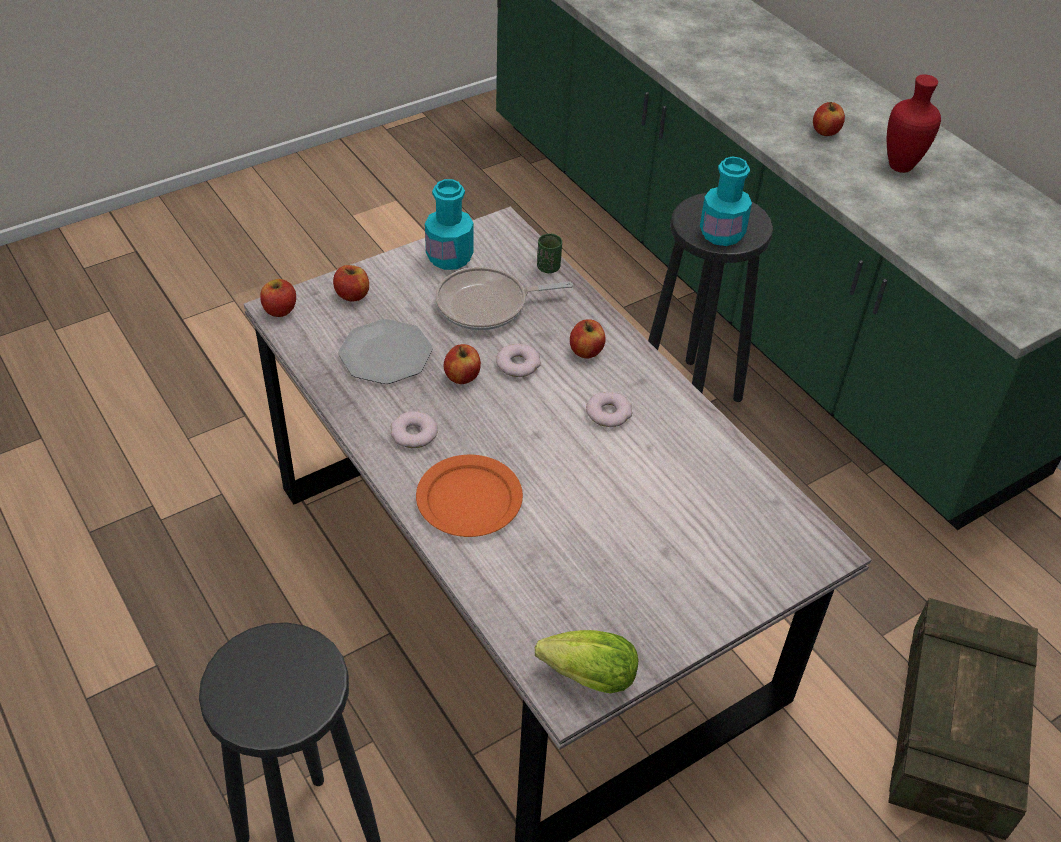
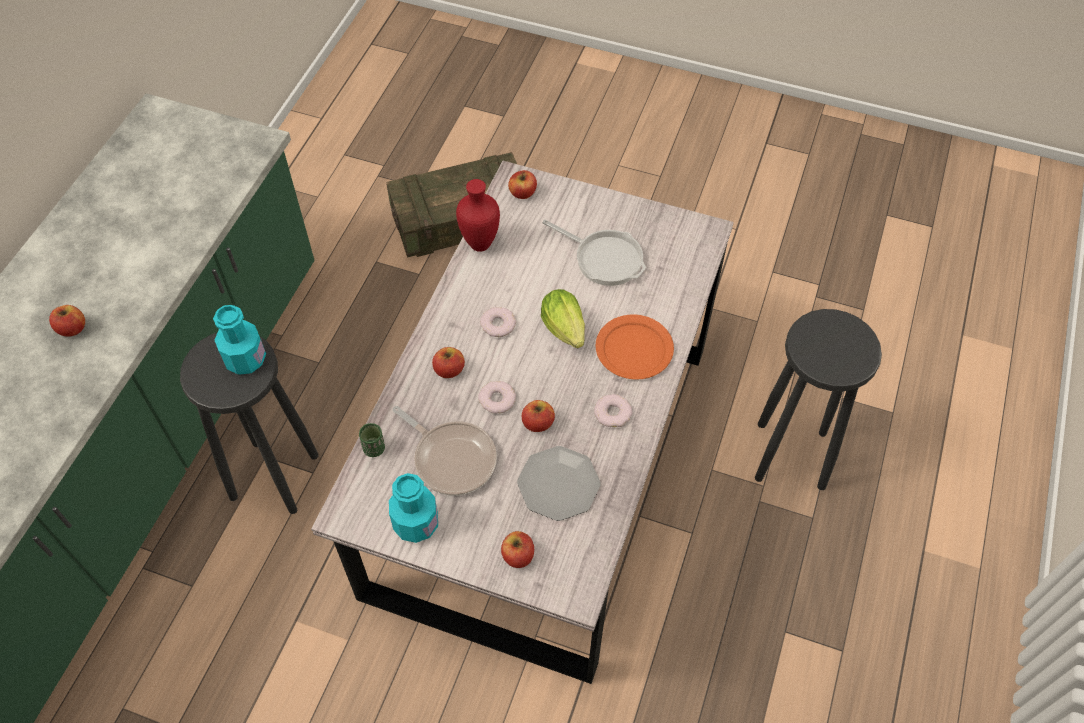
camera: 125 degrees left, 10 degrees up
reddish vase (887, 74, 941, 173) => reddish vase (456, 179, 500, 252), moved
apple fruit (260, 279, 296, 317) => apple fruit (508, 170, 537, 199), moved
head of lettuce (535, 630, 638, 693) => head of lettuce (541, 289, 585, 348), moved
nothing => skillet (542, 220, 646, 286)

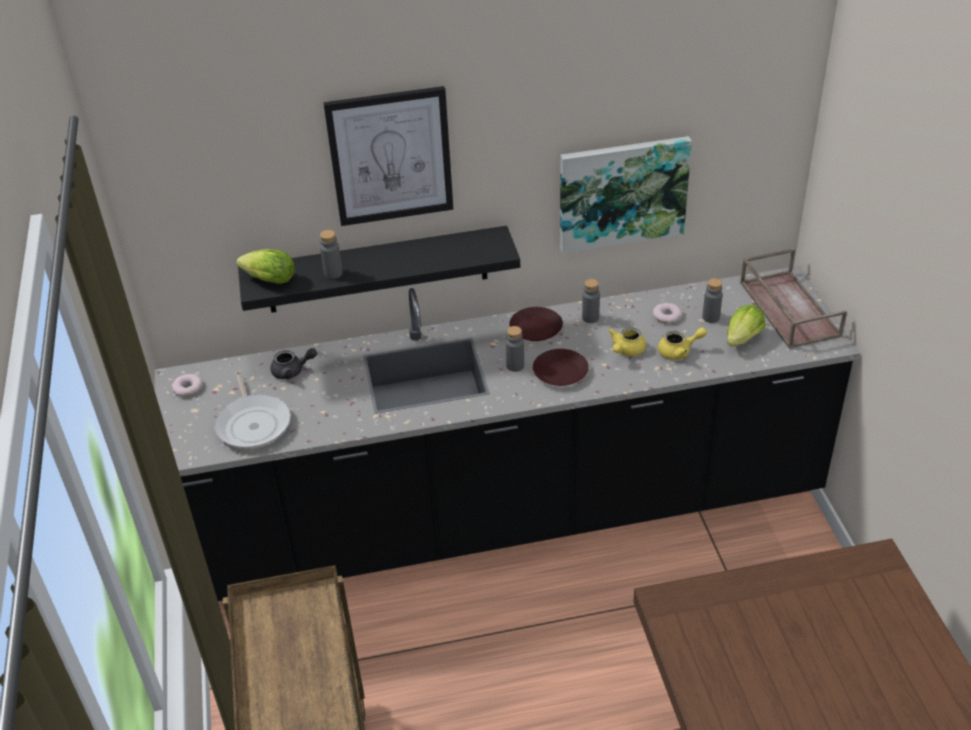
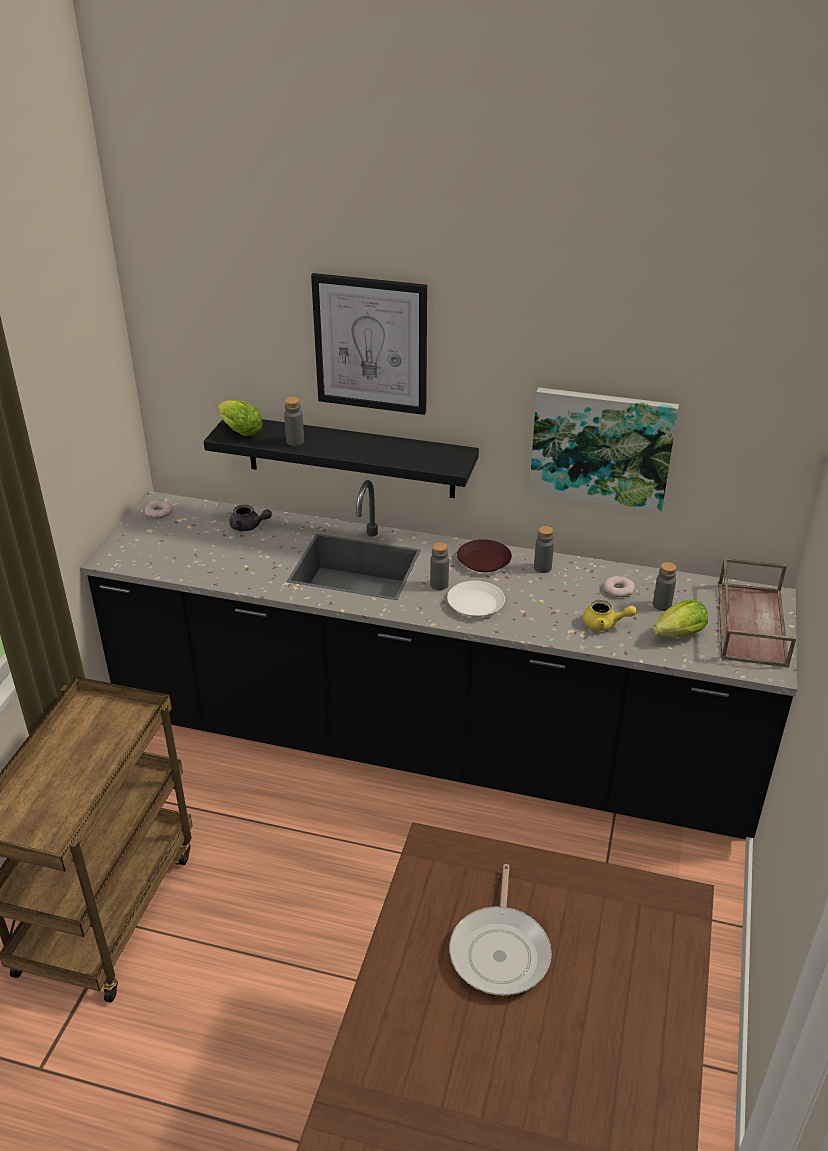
camera: 25 degrees right, 5 degrees down
yellow pot for tea (608, 327, 646, 356) => nothing
brown flat dish (533, 349, 589, 386) => whitish flat dish (447, 581, 505, 617)
skillet (214, 371, 291, 448) => skillet (449, 864, 552, 995), moved

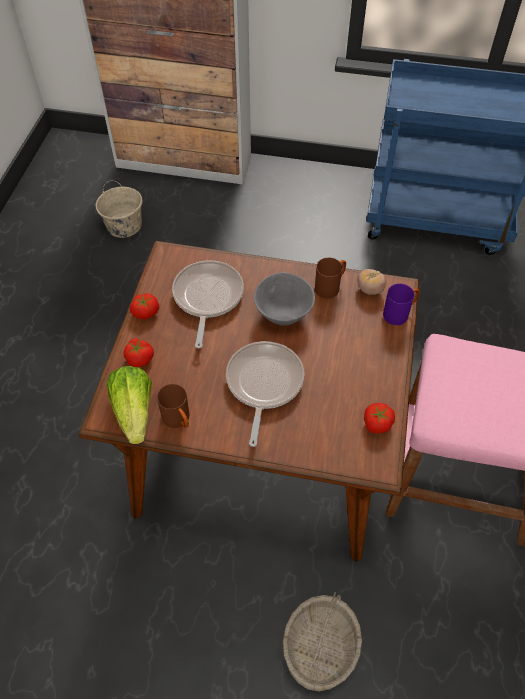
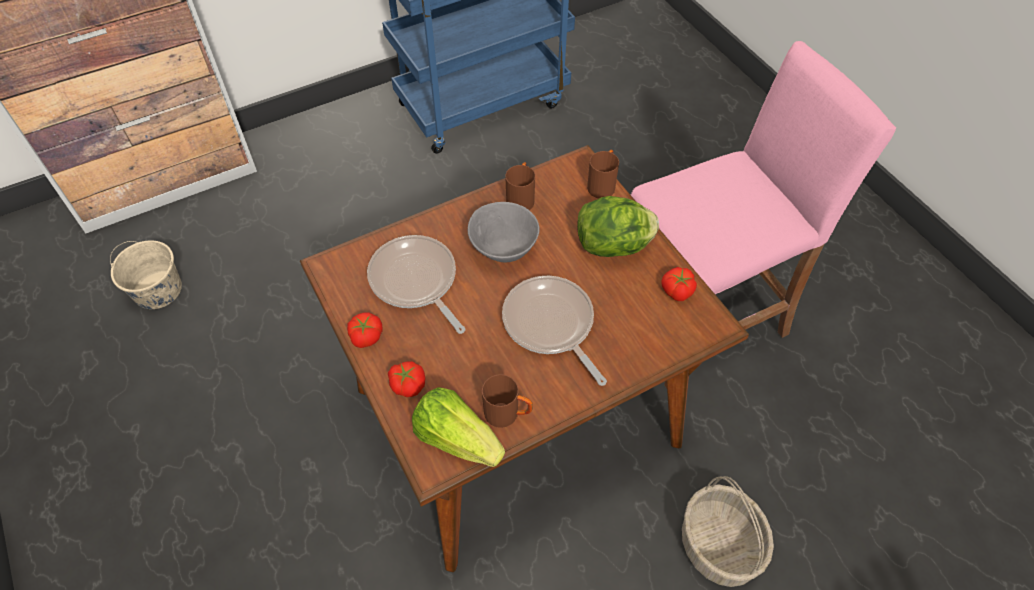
camera: 40 degrees left, 0 degrees up
whole tomato (357, 269, 386, 295) => nothing
purple coffee mug (383, 283, 420, 325) => brown coffee mug (587, 150, 619, 198)
nothing => head of lettuce (577, 196, 659, 257)

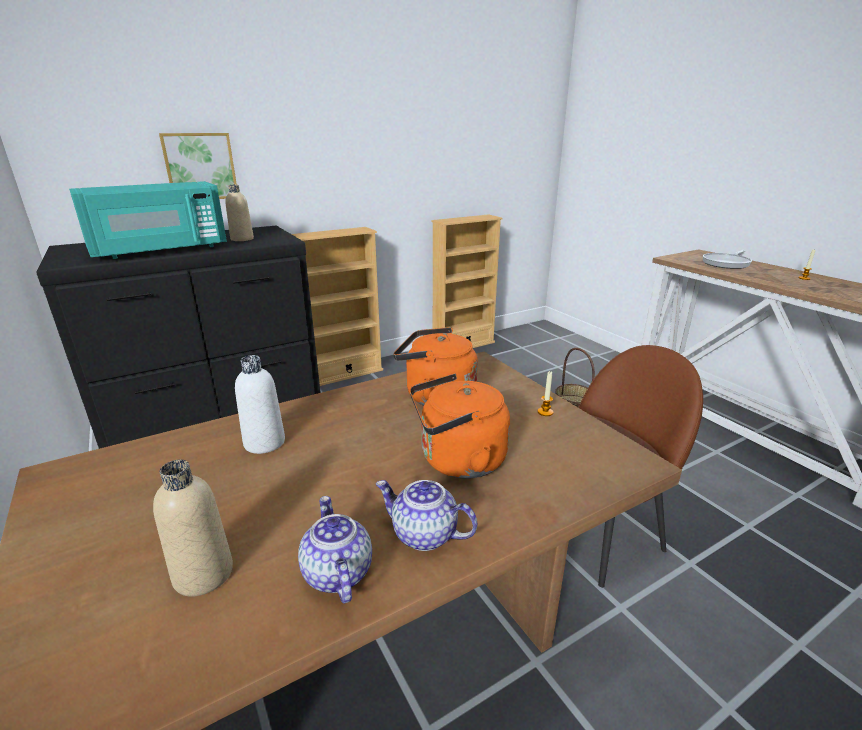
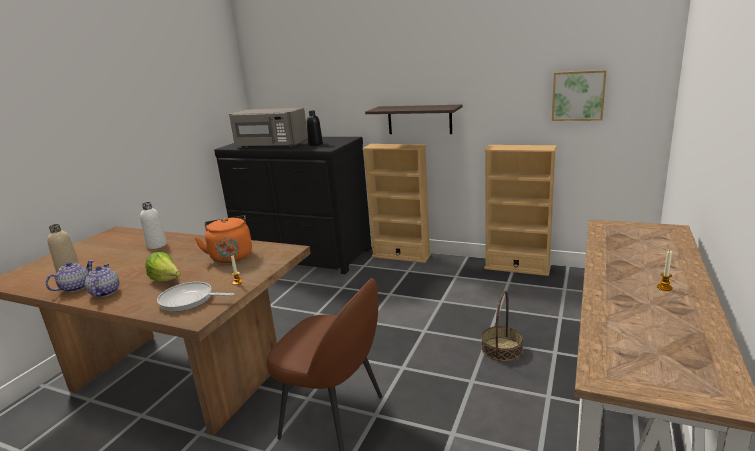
camera: 55 degrees right, 5 degrees down
picture (159, 133, 237, 199) => picture (552, 70, 607, 121), moved
turquoise kitchen microwave (69, 181, 227, 259) => gray kitchen microwave (229, 108, 308, 148)
sand-coloured beverage bottle (225, 185, 254, 241) => black beverage bottle (307, 111, 323, 146)
skillet (703, 250, 752, 269) => skillet (157, 282, 234, 312), moved
orangey water kettle (410, 373, 510, 479) => head of lettuce (145, 252, 181, 281)
nothing => bracket shelf (365, 105, 463, 134)

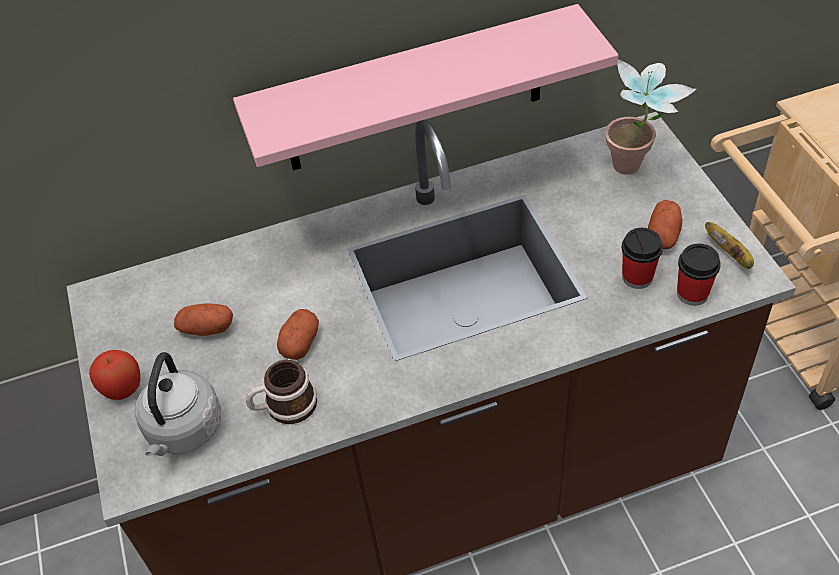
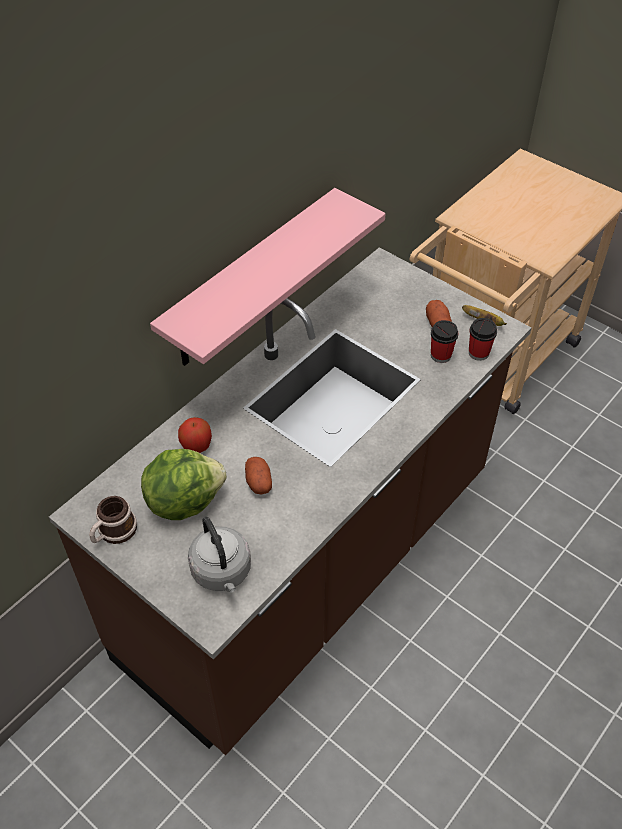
camera: 35 degrees left, 0 degrees up
potted plant (605, 59, 696, 175) => nothing
spud (174, 304, 233, 336) => head of lettuce (141, 449, 227, 520)
apple fruit (89, 350, 140, 400) => apple fruit (178, 417, 212, 453), moved
coffee mug (245, 360, 317, 424) => coffee mug (89, 496, 137, 544), moved

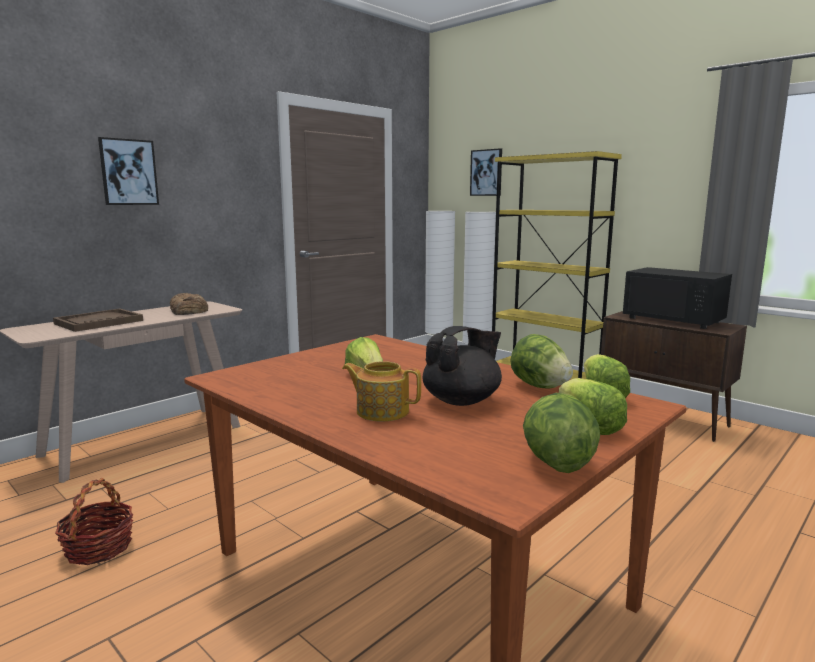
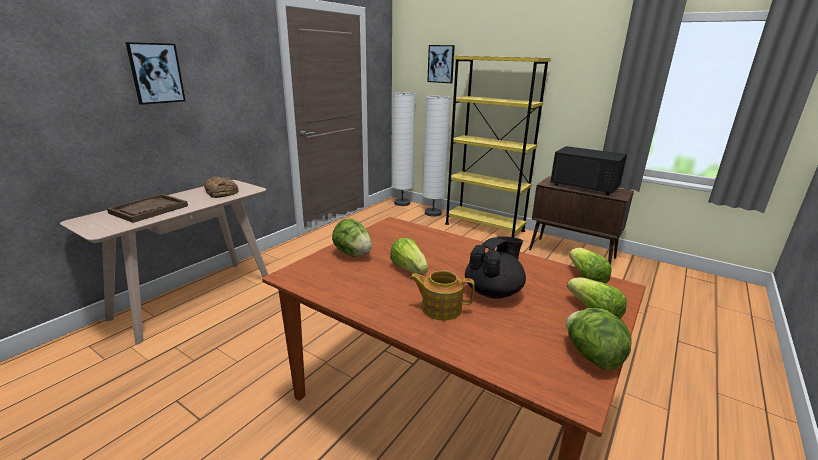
camera: 10 degrees left, 10 degrees up
head of lettuce (510, 334, 573, 389) => head of lettuce (332, 219, 372, 257), moved
storage basket (55, 478, 134, 565) => nothing

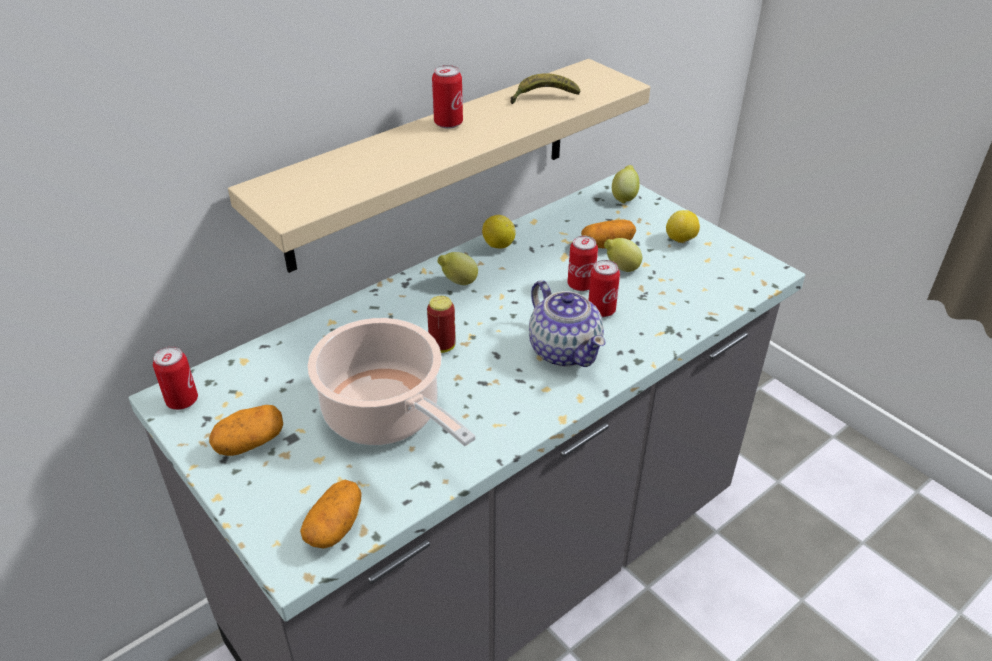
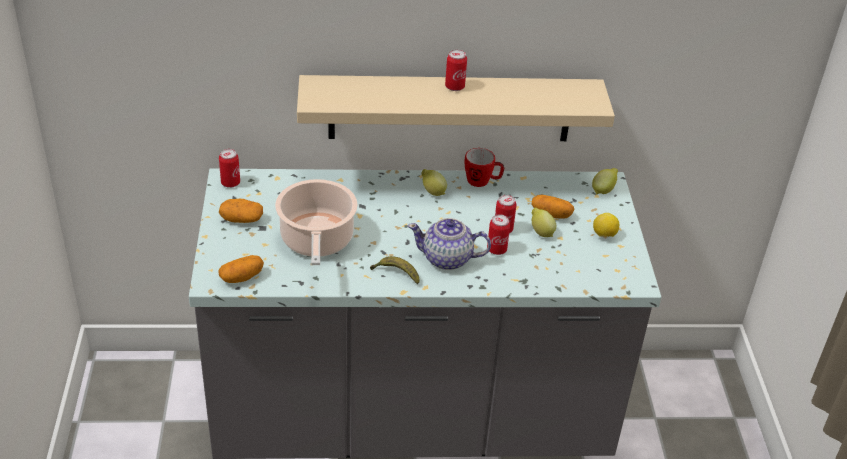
camera: 35 degrees right, 0 degrees up
banana (510, 73, 580, 104) => banana (370, 256, 419, 284), moved
lemon (482, 215, 516, 249) => coffee mug (464, 148, 504, 187)
pot for tea (529, 280, 605, 367) => pot for tea (408, 218, 491, 270), 90 degrees clockwise
metal can (427, 296, 456, 353) => nothing

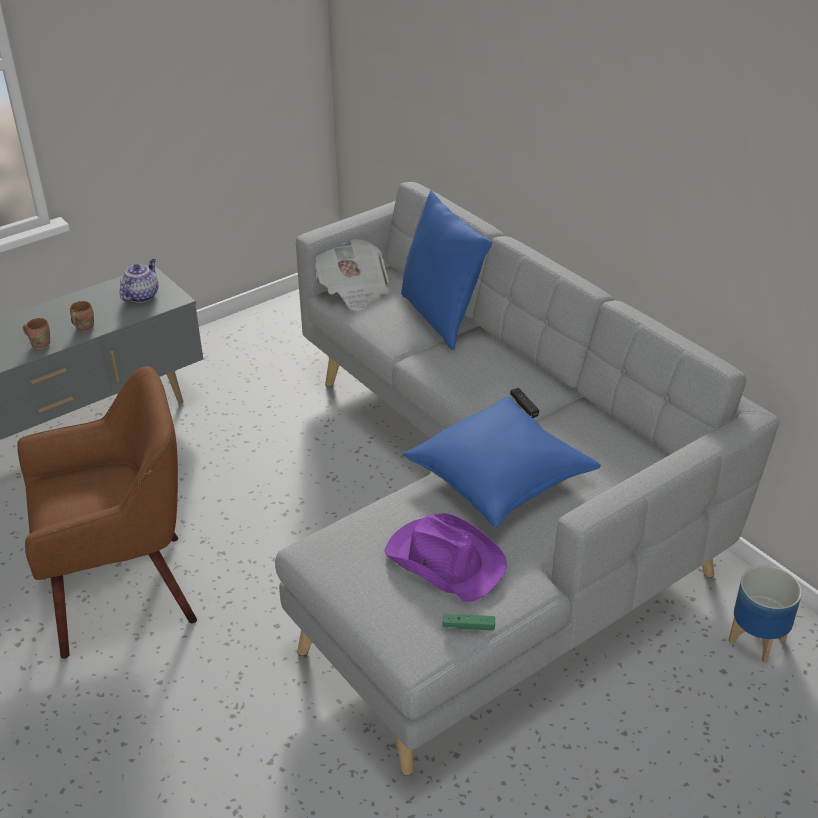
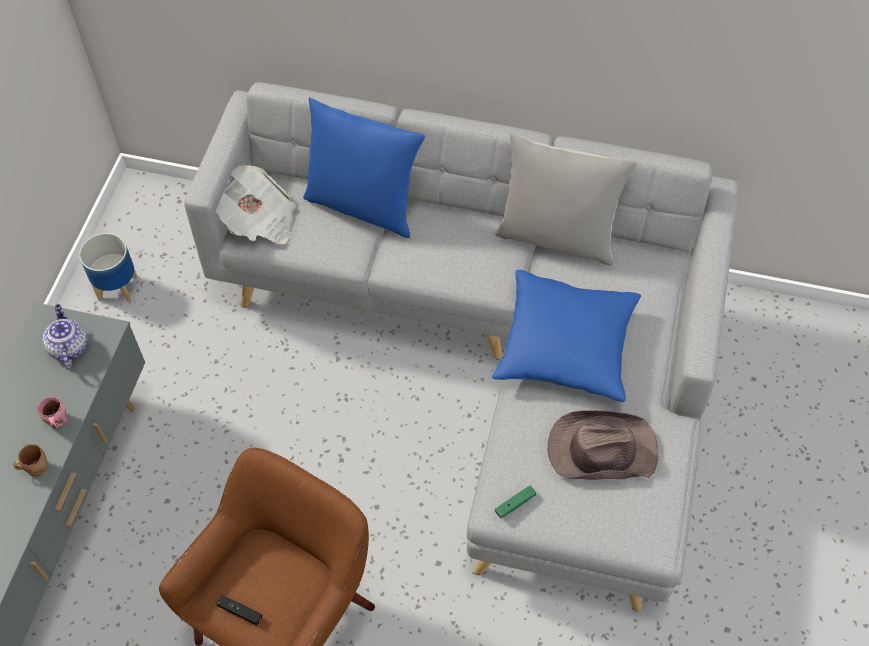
camera: 40 degrees left, 20 degrees up
brown coffee mug (70, 301, 94, 332) => pink-coloured coffee mug (37, 397, 67, 428)
black joypad (510, 388, 539, 418) => black joypad (217, 595, 262, 625), moved
purple wearable hat (384, 513, 507, 602) => brown wearable hat (547, 410, 658, 480)
plant pot (729, 566, 802, 663) => plant pot (79, 233, 137, 302), moved
green-coloured joypad (442, 614, 495, 630) => green-coloured joypad (495, 485, 536, 519), moved
nothing => gray cushion (495, 133, 637, 266)

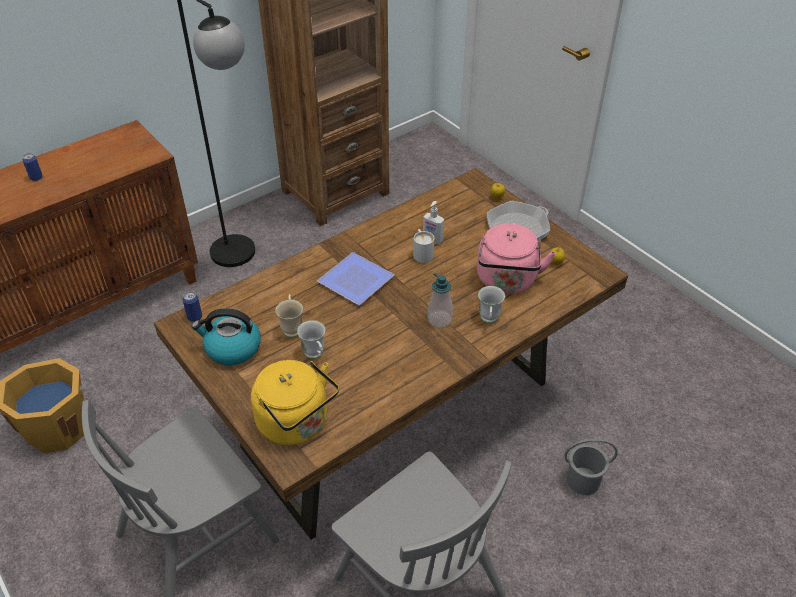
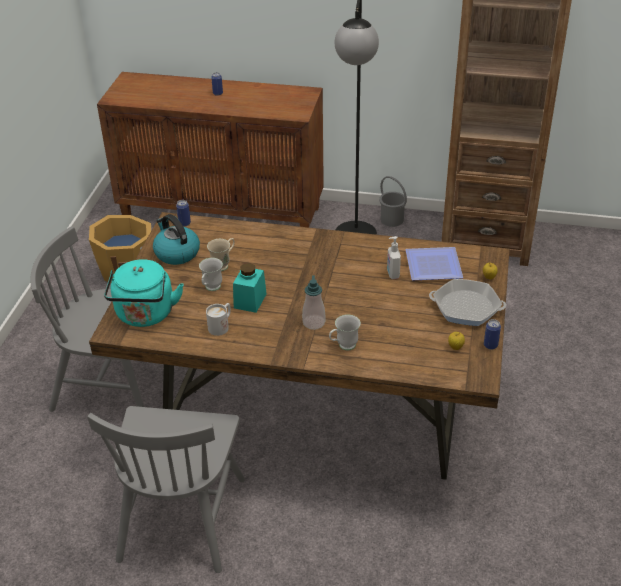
camera: 50 degrees right, 5 degrees down
pink-coloured water kettle (477, 223, 556, 294) => nothing
whitish coffee mug (413, 229, 434, 263) => whitish coffee mug (206, 303, 231, 336), moved
flat dish (317, 252, 395, 305) => flat dish (405, 247, 463, 280), moved
yellow water kettle (251, 360, 339, 445) => turquoise water kettle (104, 259, 184, 327)
gray water bucket (564, 439, 618, 495) => gray water bucket (379, 176, 407, 227), moved
nothing => turquoise preserve jar (233, 263, 267, 313)
nothing => metal can (484, 319, 501, 350)

